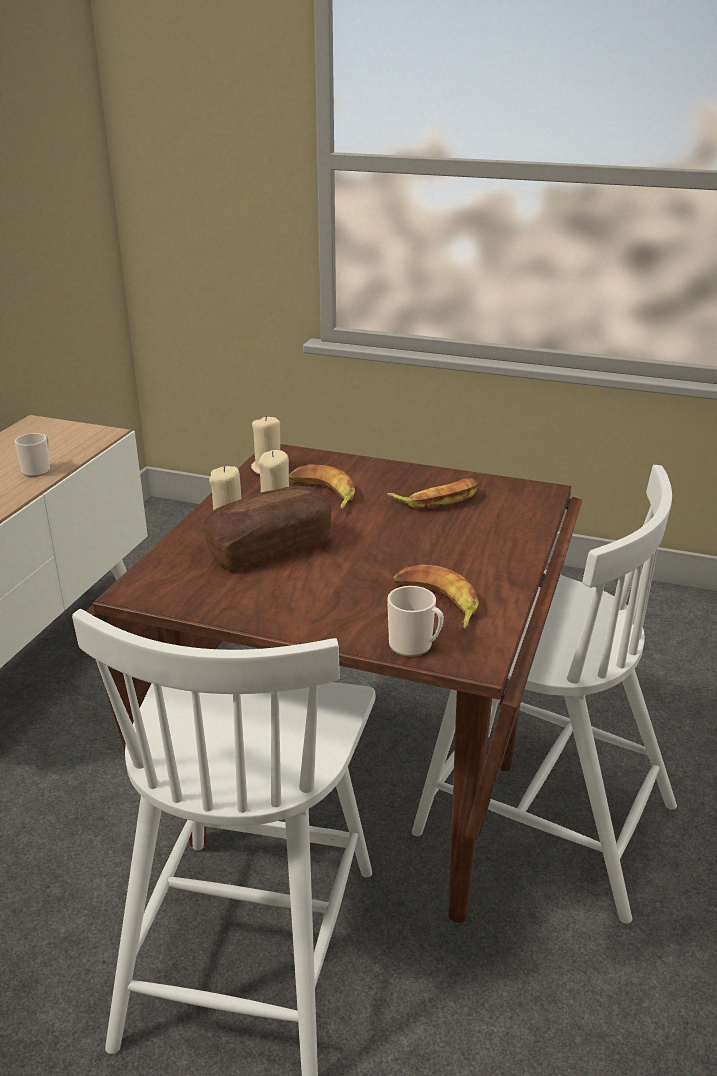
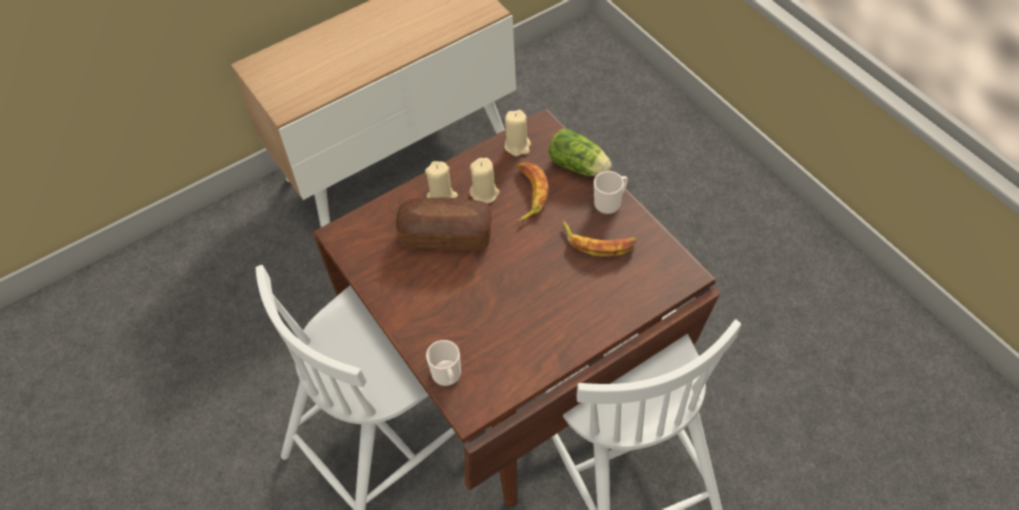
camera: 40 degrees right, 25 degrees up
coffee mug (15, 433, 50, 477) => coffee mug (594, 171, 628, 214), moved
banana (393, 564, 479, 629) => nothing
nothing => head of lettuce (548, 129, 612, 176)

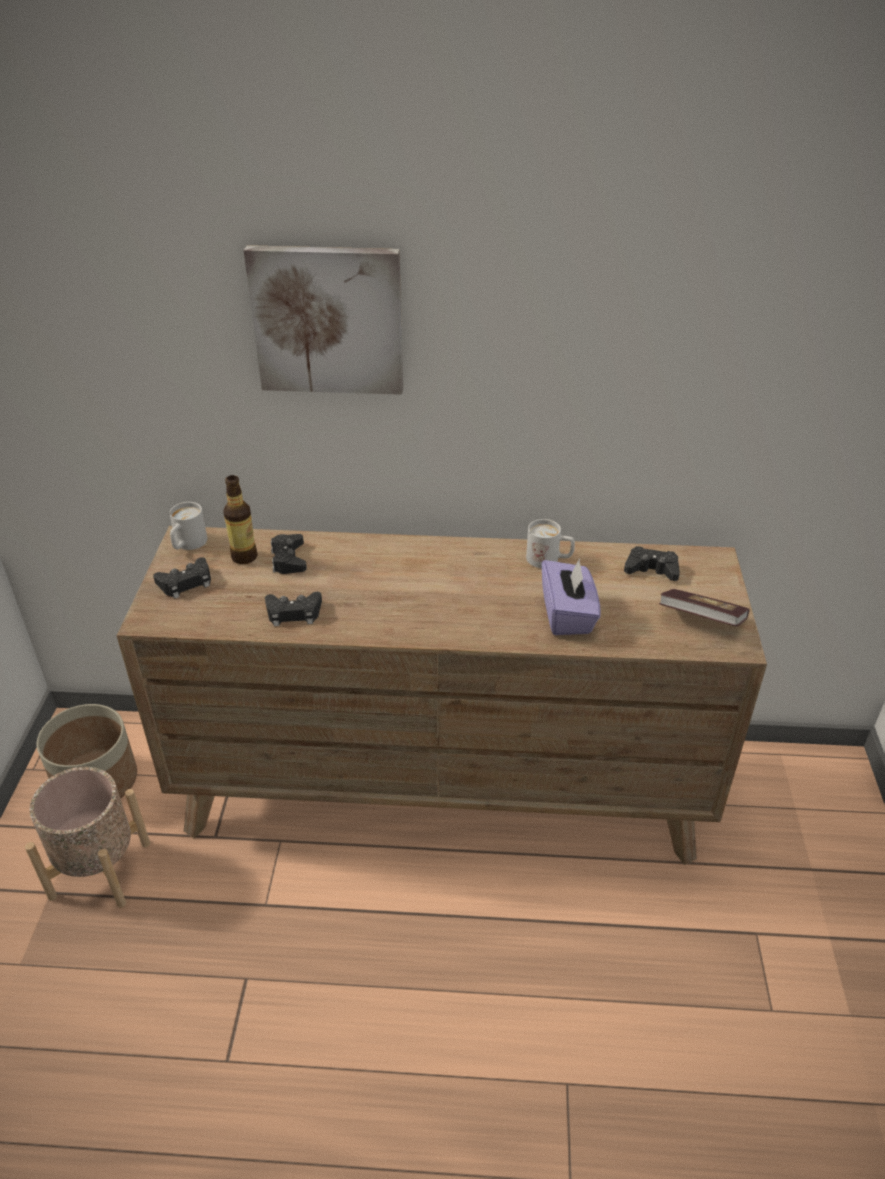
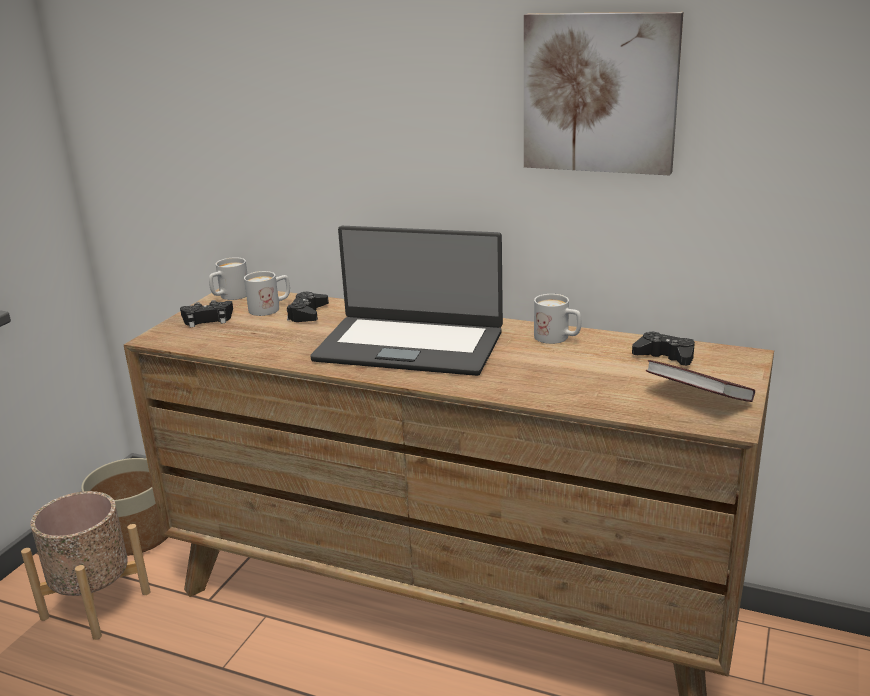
camera: 20 degrees right, 15 degrees down
picture (244, 245, 403, 395) => picture (524, 12, 683, 175), moved
beverage bottle (223, 475, 258, 564) => whitish coffee mug (244, 271, 290, 316)
purple tissue holder (542, 558, 601, 635) => nothing
black joypad (265, 592, 322, 626) => nothing
nothing => laptop (310, 226, 503, 376)

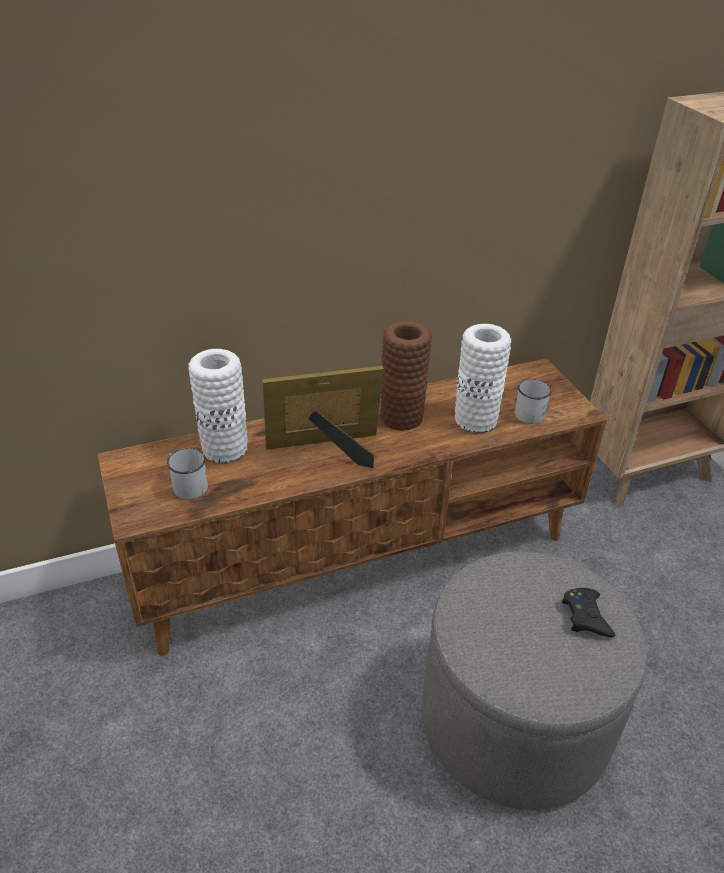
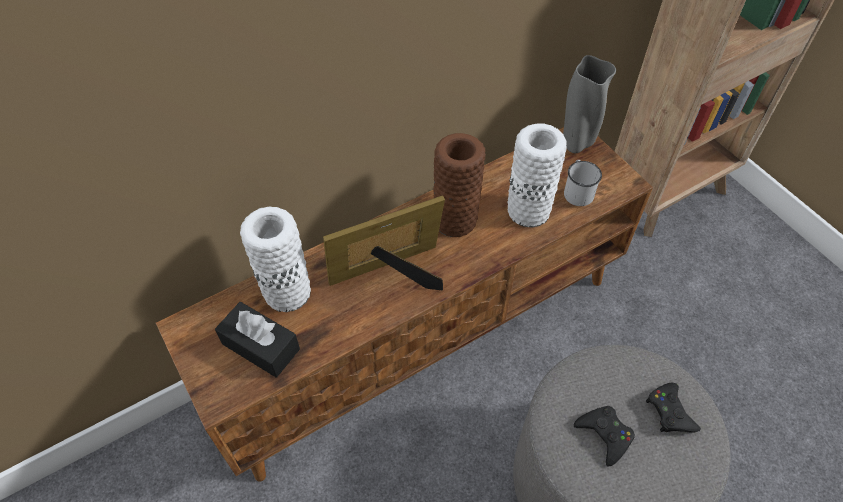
camera: 10 degrees left, 15 degrees up
whitish coffee mug (167, 448, 208, 500) => black tissue holder (215, 302, 300, 378)
nothing => gray vase (563, 55, 616, 153)
nothing => black joypad (574, 406, 635, 467)

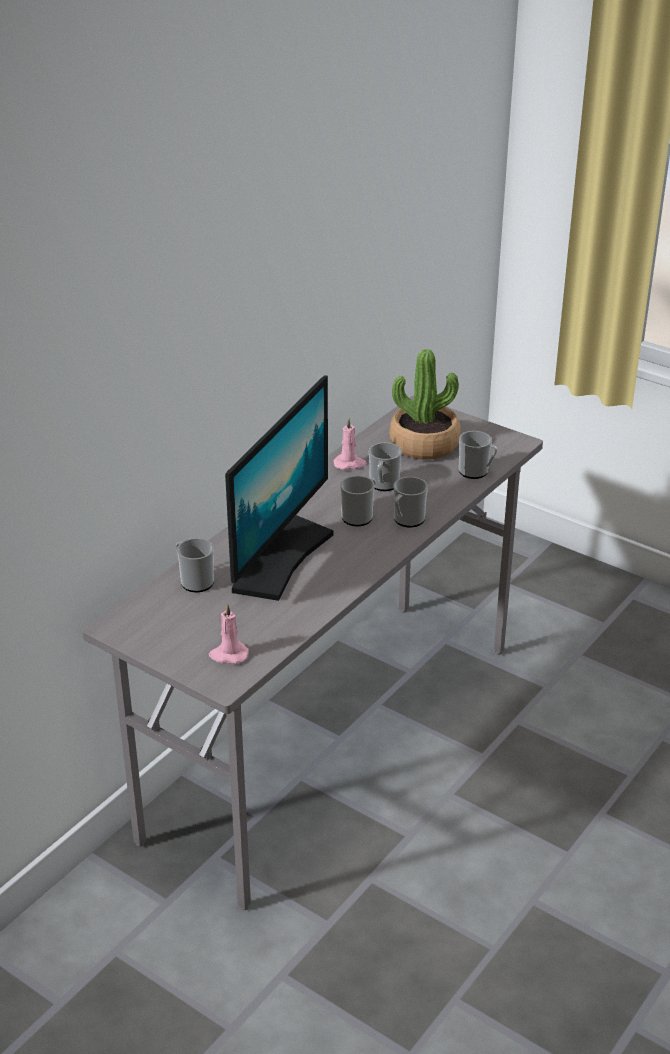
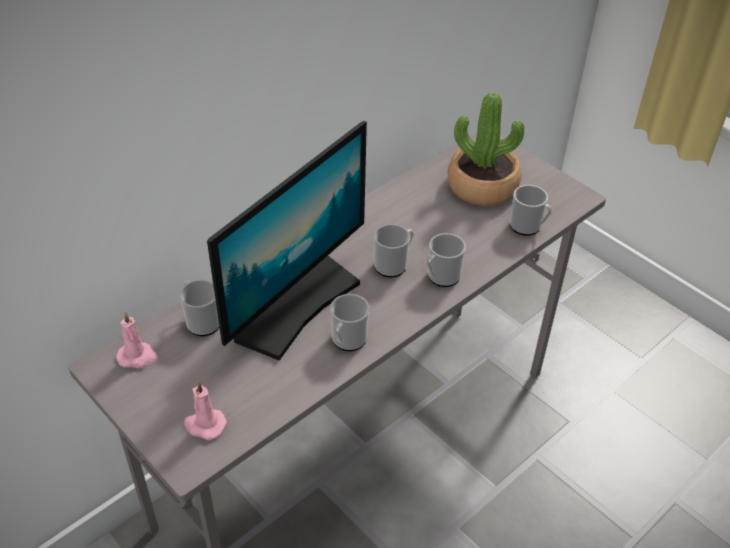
camera: 10 degrees right, 10 degrees up
pink-coloured wax candle (333, 418, 367, 470) => pink-coloured wax candle (116, 312, 158, 368), moved
coffee mug (369, 442, 402, 491) => coffee mug (330, 294, 370, 351), moved

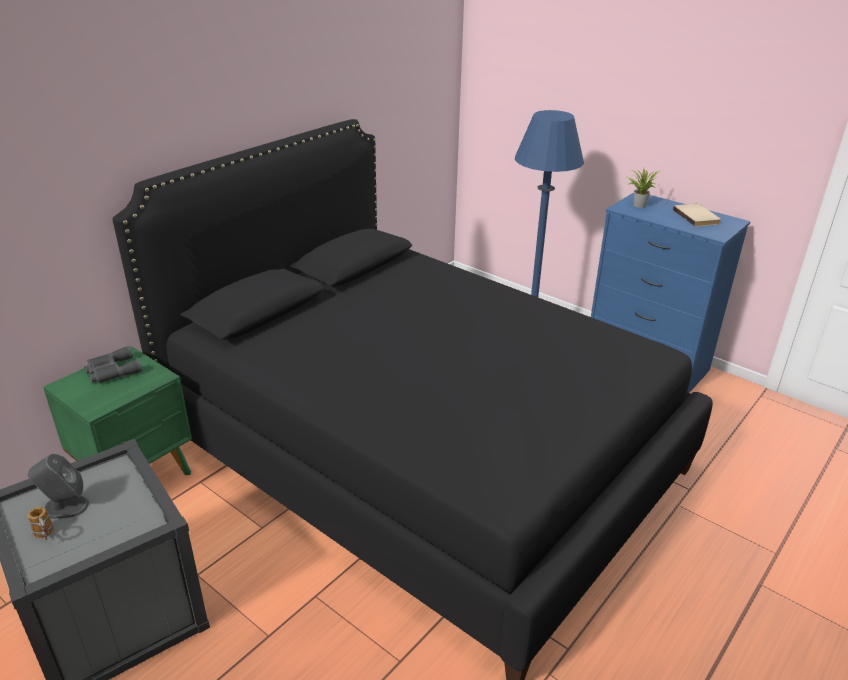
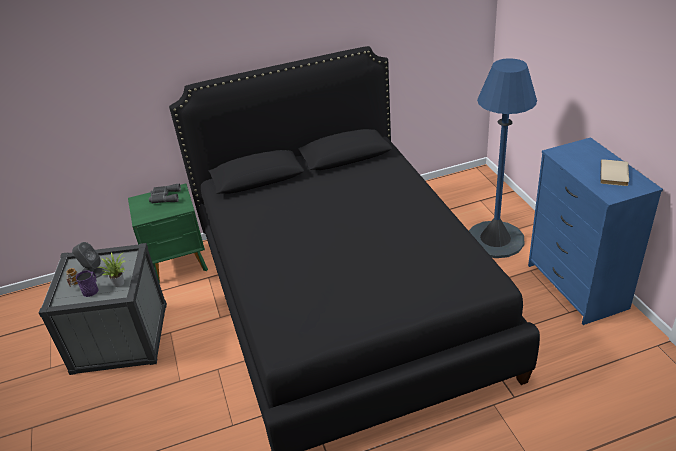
camera: 35 degrees right, 5 degrees up
potted plant (627, 167, 660, 208) => potted plant (96, 252, 125, 287), moved
nothing => purple coffee mug (76, 270, 99, 297)

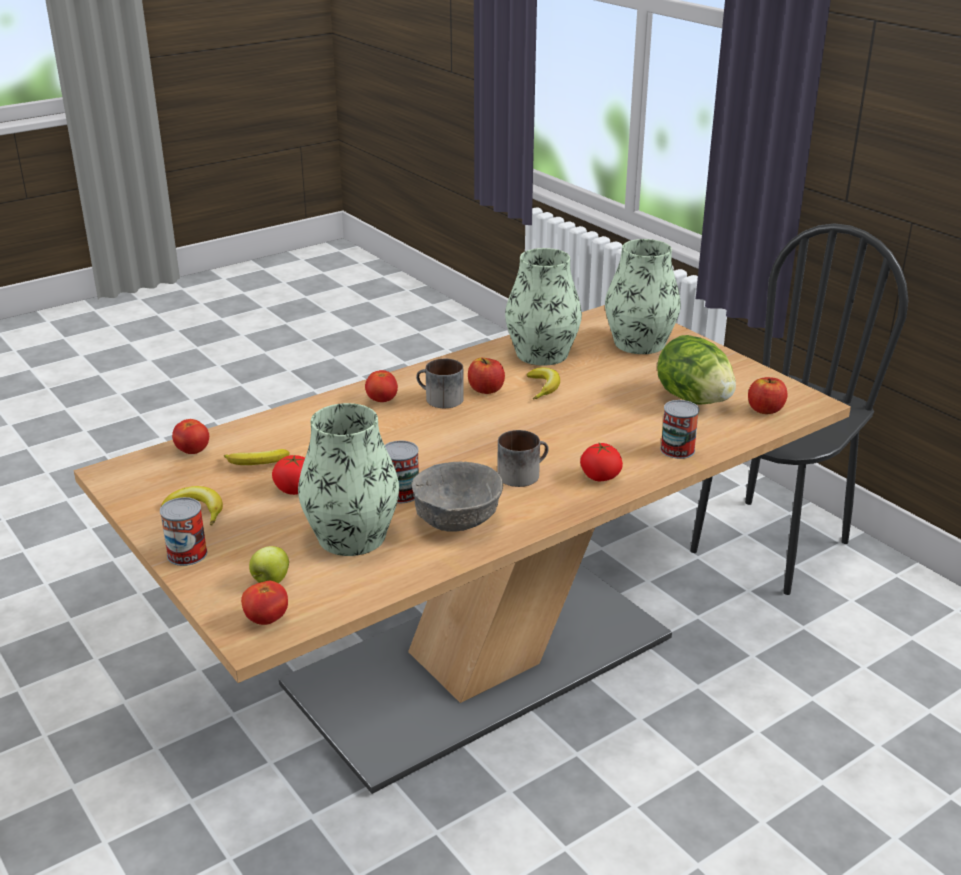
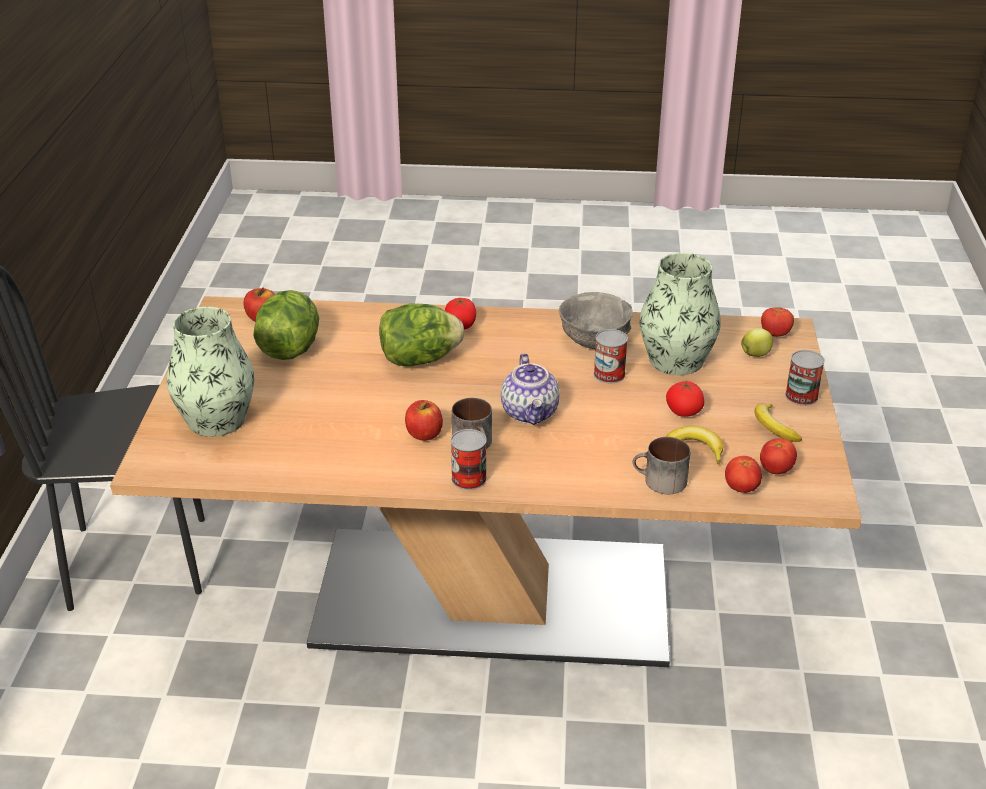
camera: 140 degrees left, 5 degrees up
vase (505, 248, 582, 366) => nothing
banana (527, 367, 560, 400) => nothing
whole tomato (365, 370, 398, 402) => whole tomato (760, 438, 797, 474), moved
metal can (660, 400, 699, 459) => metal can (451, 429, 487, 490), moved
coffee mug (497, 430, 549, 487) => coffee mug (633, 437, 691, 494), moved
nothing => head of lettuce (379, 303, 464, 366)
nothing => pot for tea (501, 353, 560, 425)

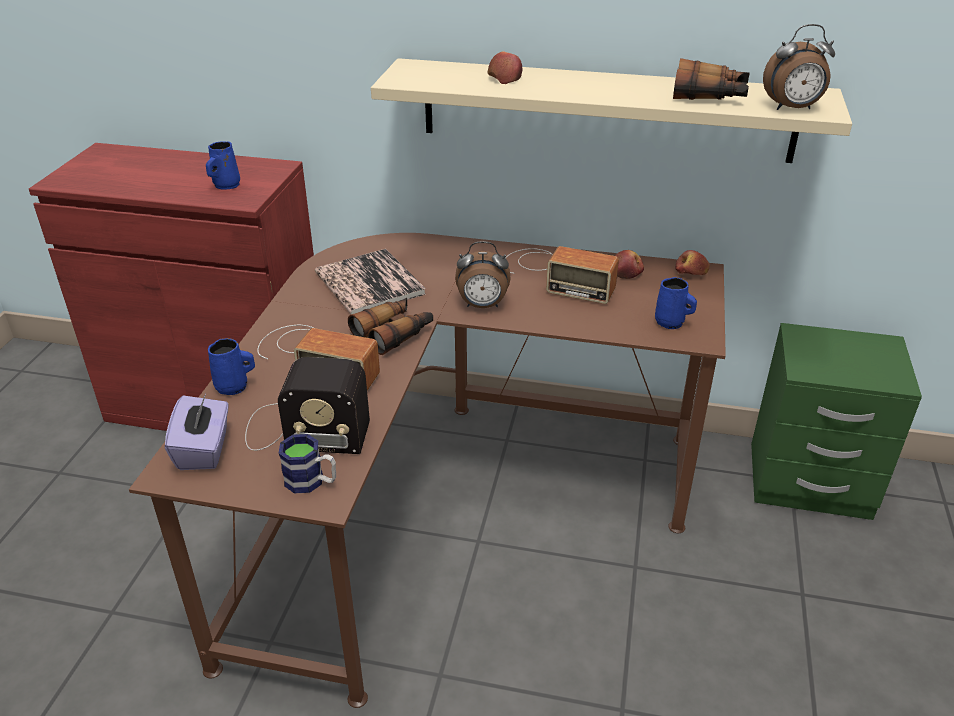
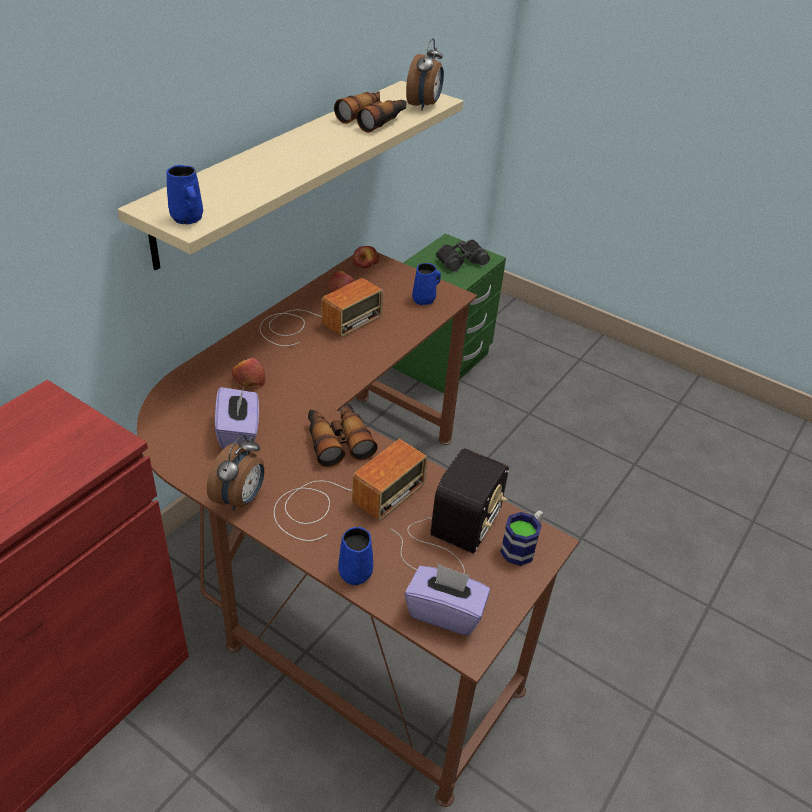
camera: 70 degrees left, 5 degrees up
apple fruit (488, 52, 523, 84) => apple fruit (232, 358, 266, 387), moved
bluish coffee mug (206, 141, 240, 189) => bluish coffee mug (166, 165, 203, 224), moved
table clock (455, 241, 510, 308) => table clock (207, 435, 264, 511), moved
volume (315, 249, 426, 314) => purple tissue holder (215, 387, 259, 449)
nothing => black field glasses (436, 239, 490, 272)

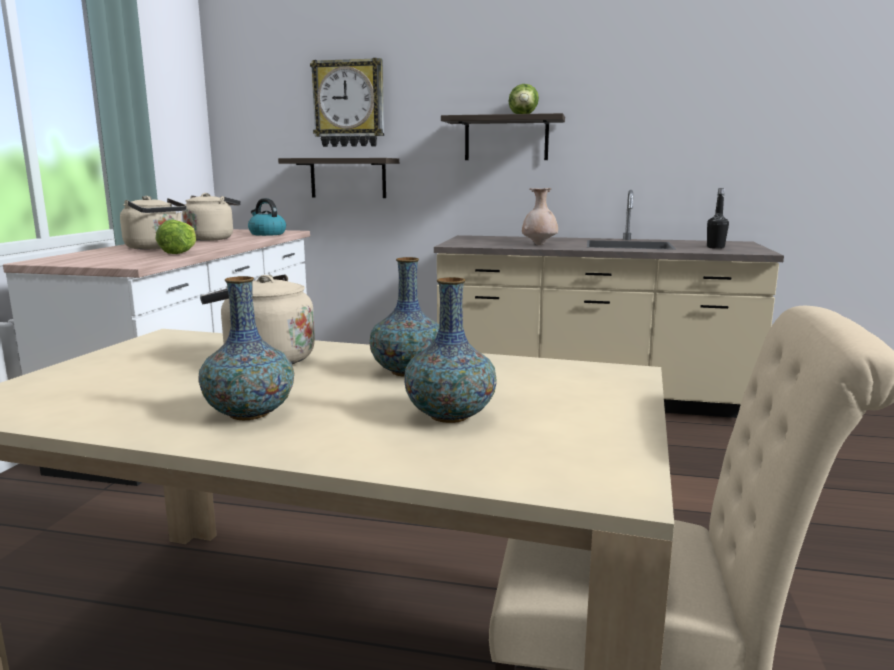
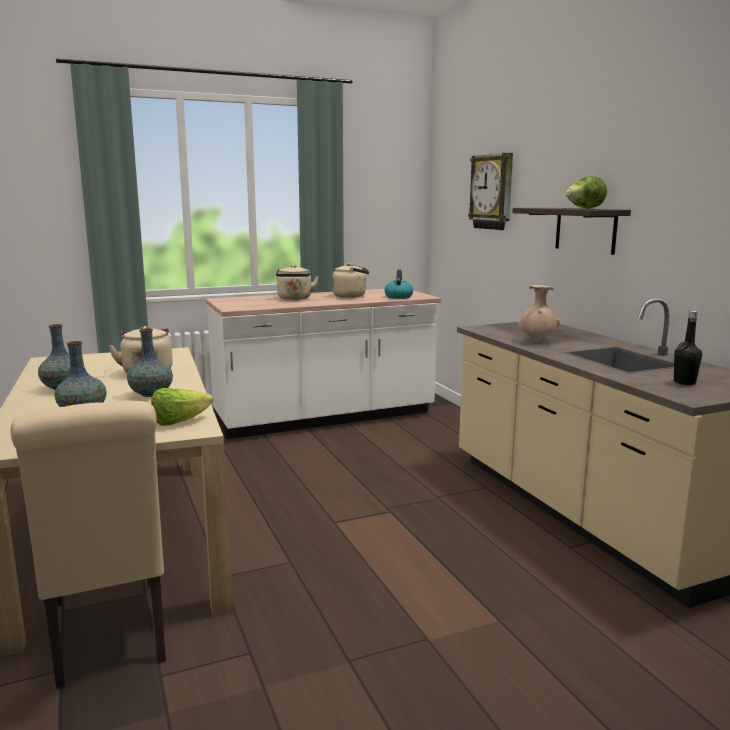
camera: 55 degrees right, 0 degrees up
bracket shelf (278, 158, 399, 198) => nothing
head of lettuce (156, 220, 196, 254) => head of lettuce (151, 388, 213, 426), moved

